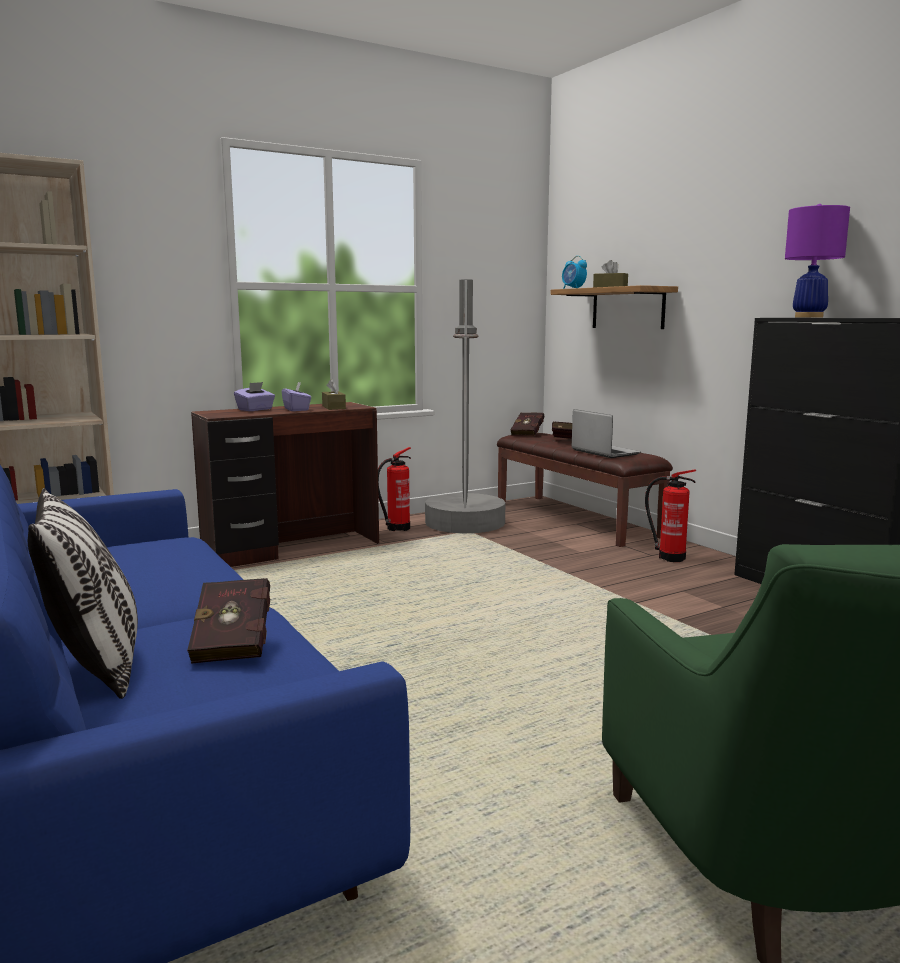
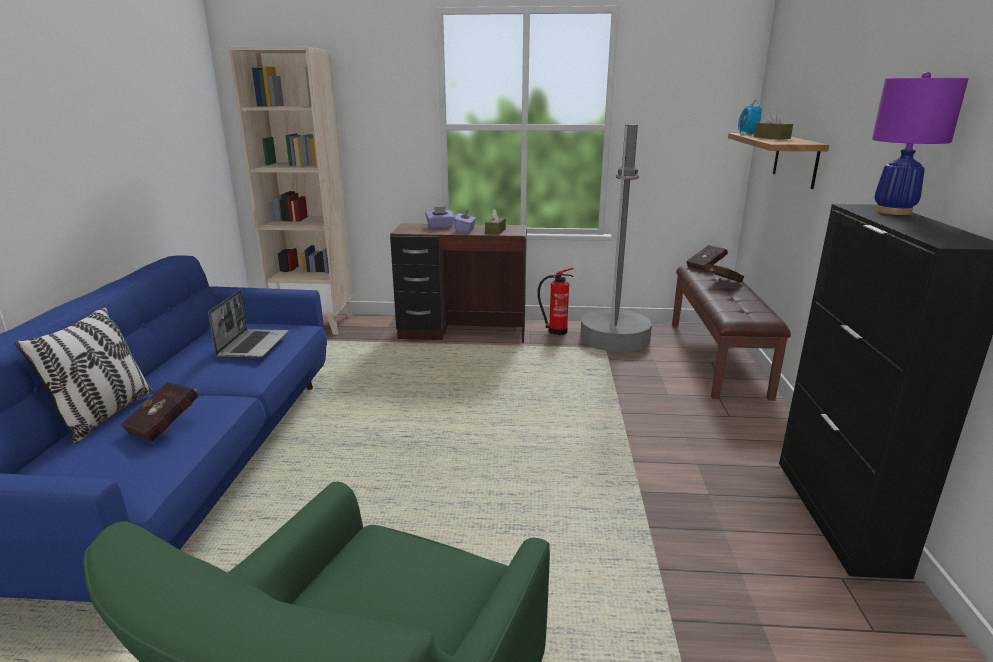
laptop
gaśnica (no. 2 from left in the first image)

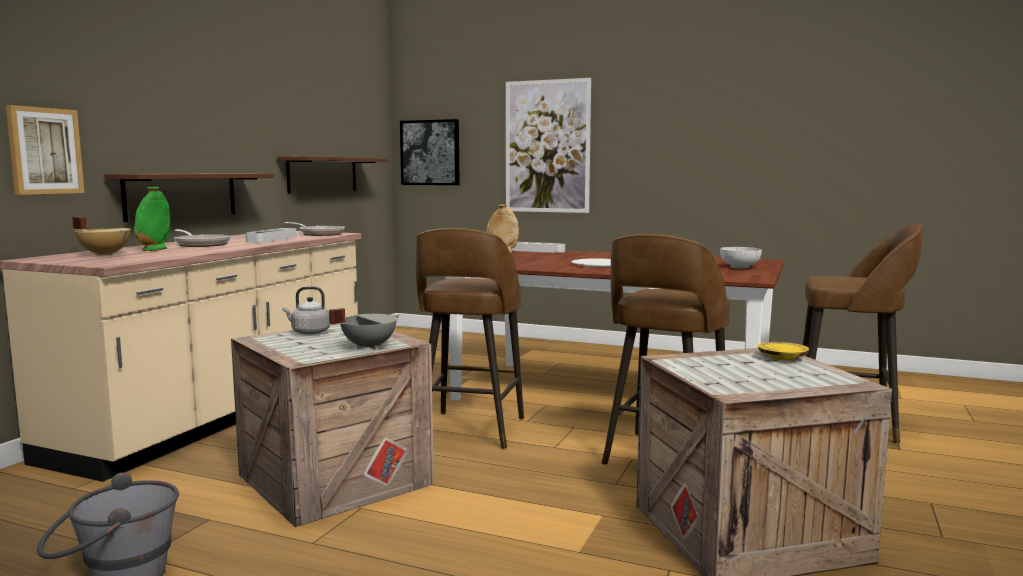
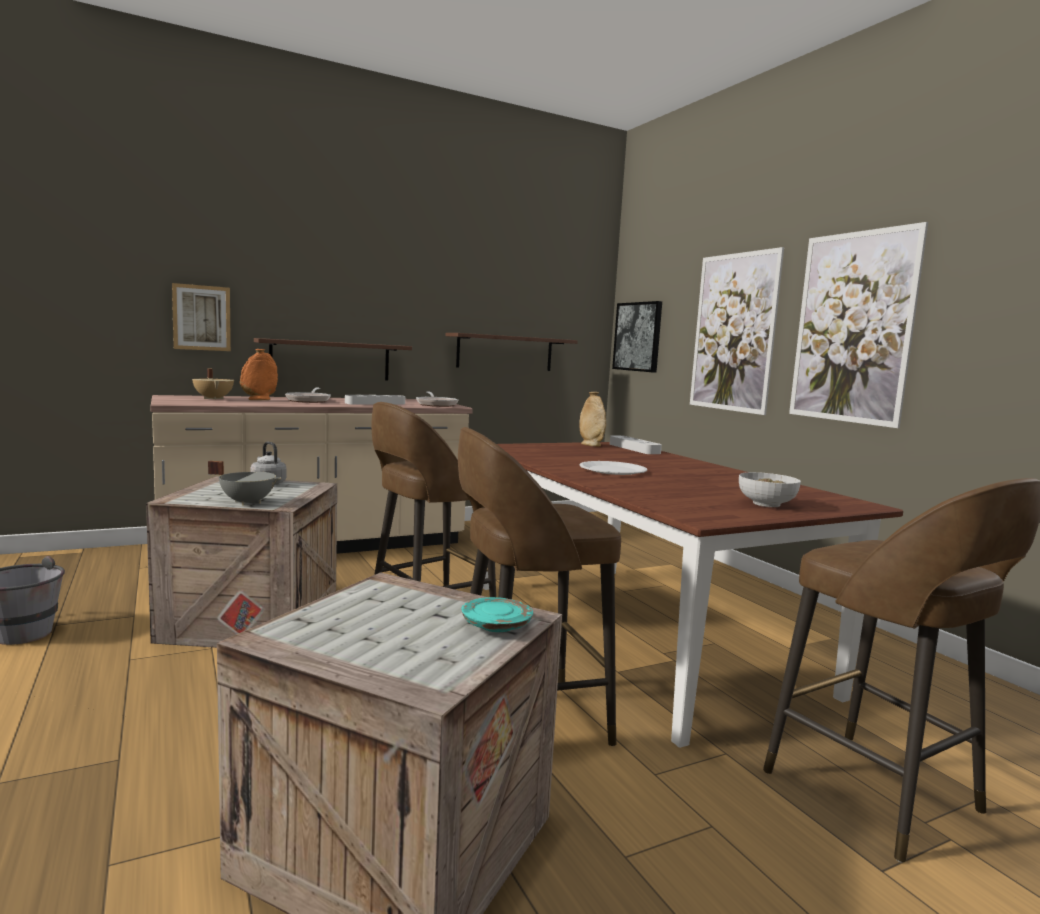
wazon (pomarańczowy)
talerz (turkusowy)
obraz (no. 4 from left)

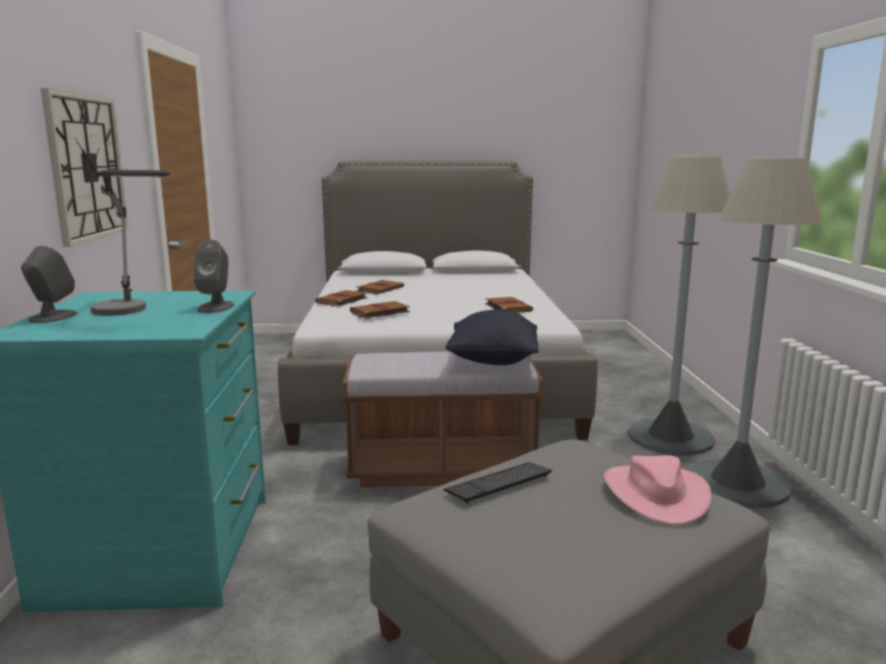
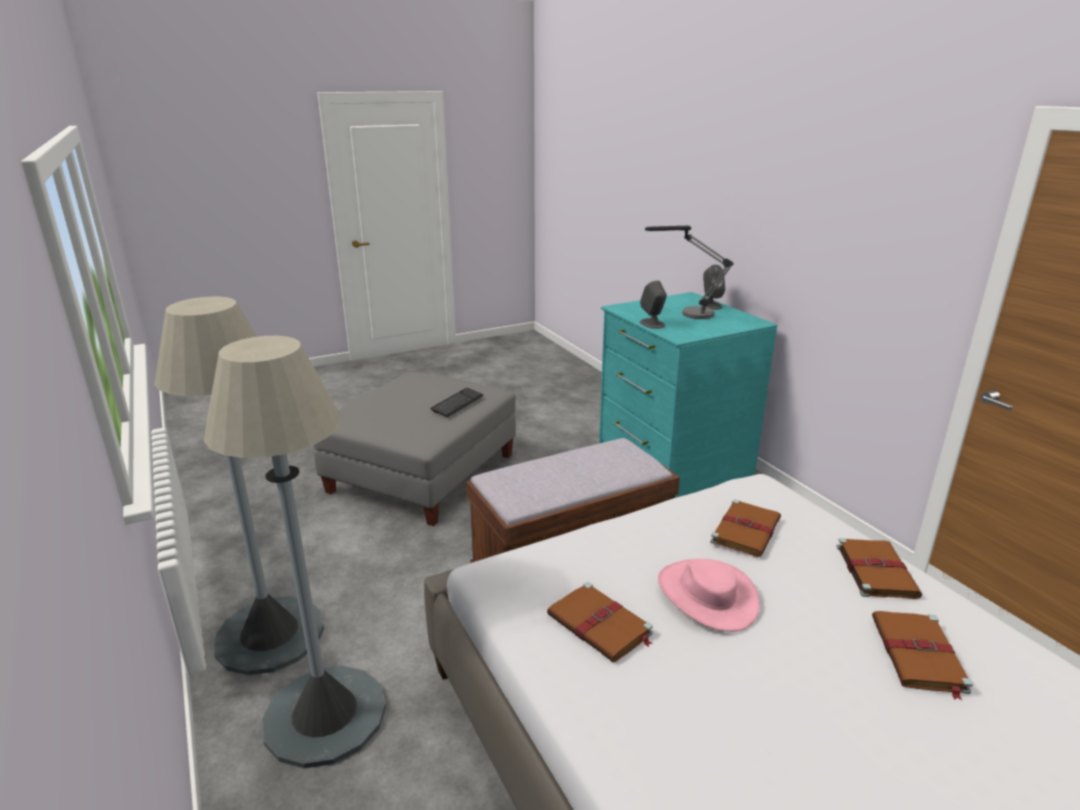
zegar ścienny
poduszka (czarny)
kapelusz (różowy)

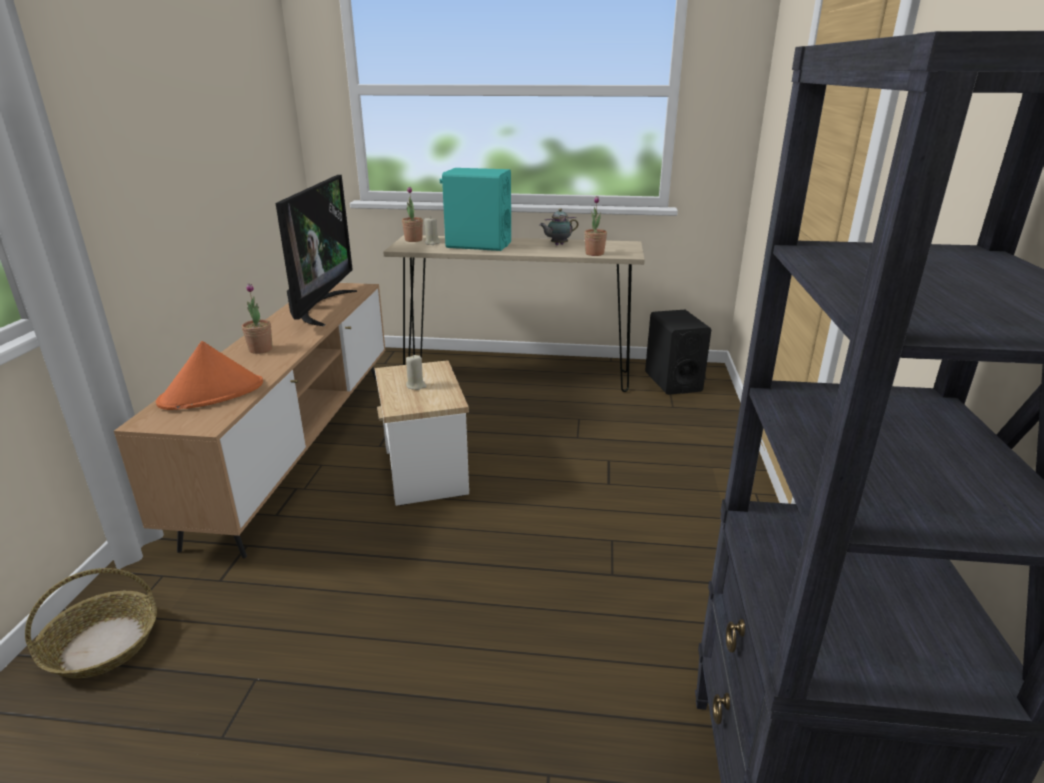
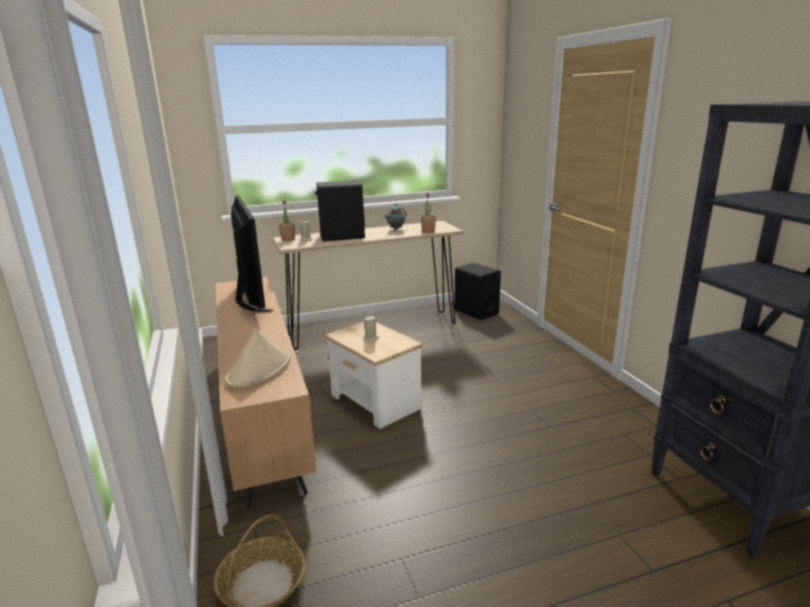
kapelusz (beżowy)
roślina doniczkowa (no. 1 from left in the first image)
głośnik (czarny) (no. 1 from left)

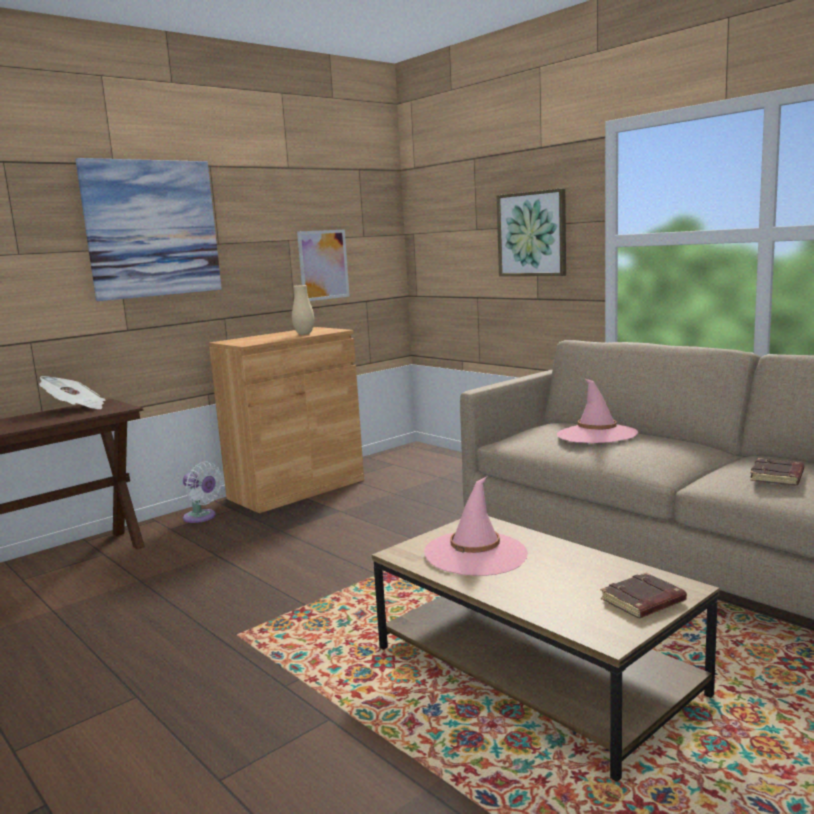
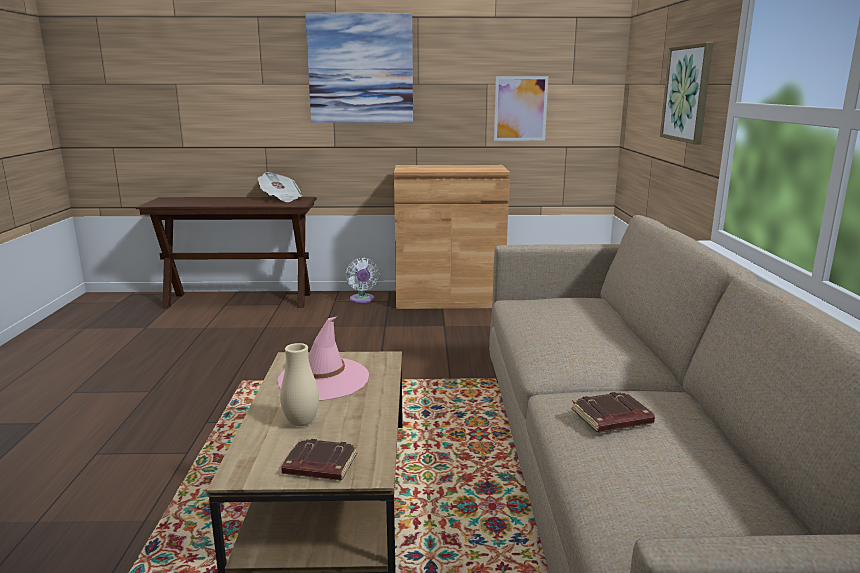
wazon (beżowy)
kapelusz (różowy) (no. 2 from left in the first image)

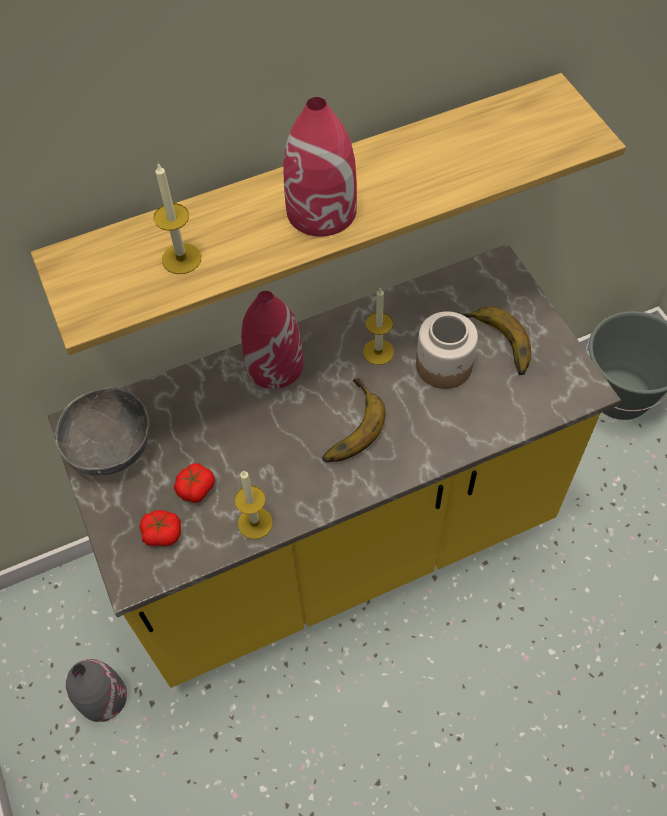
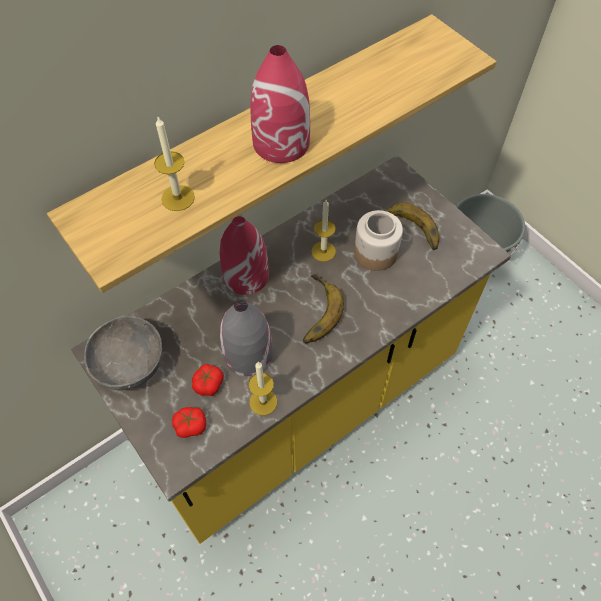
wazon (szary)

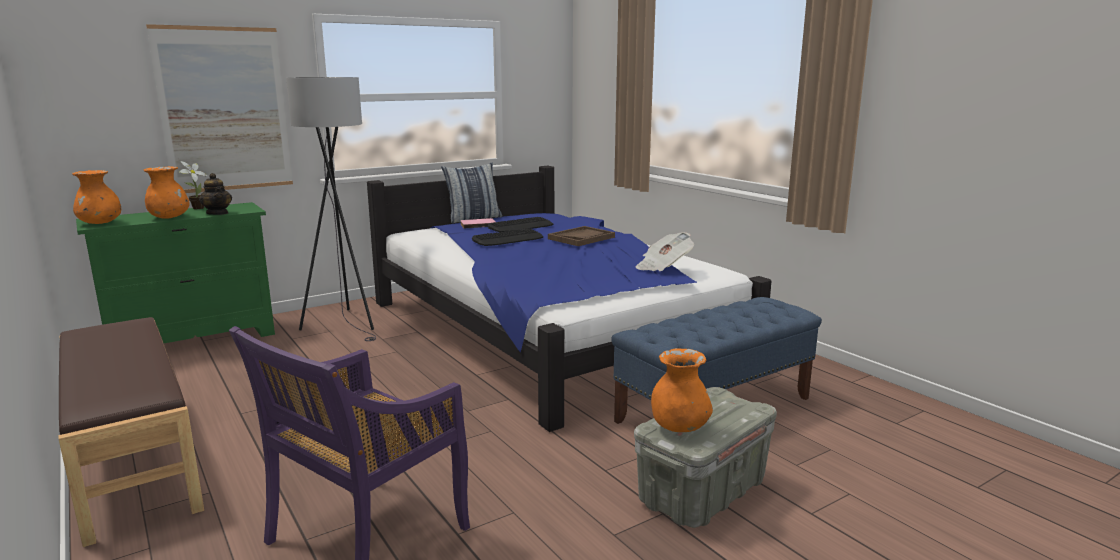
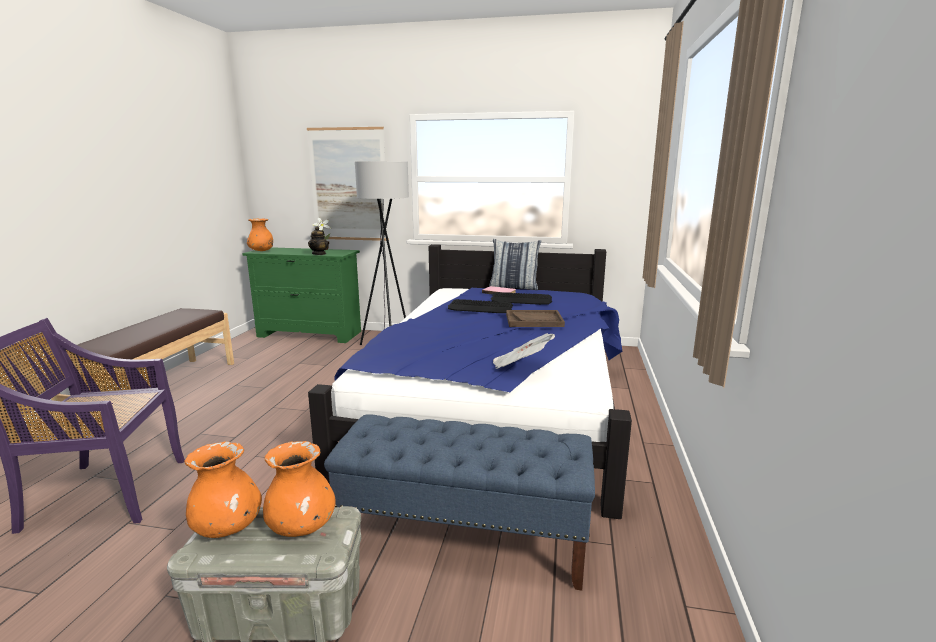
wazon (pomarańczowy) (no. 3 from left)

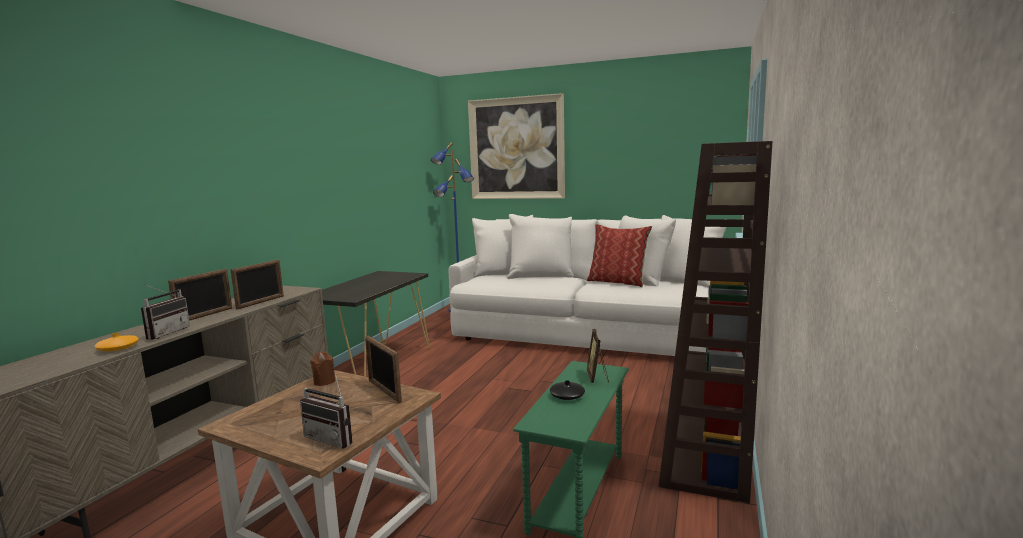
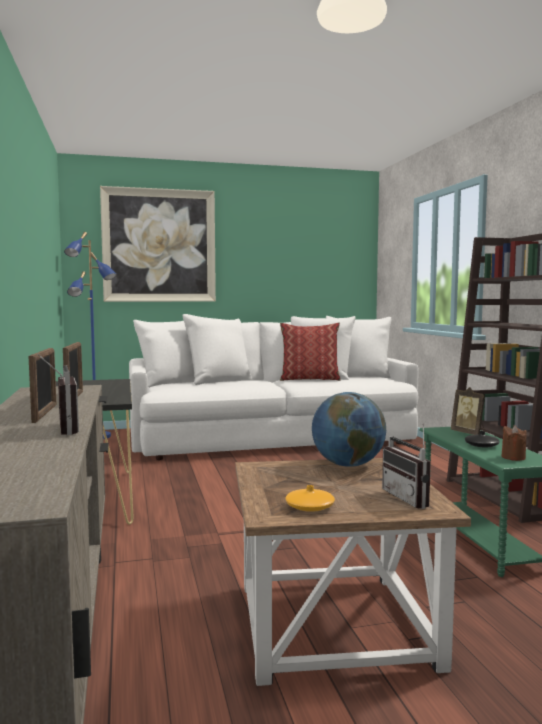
wazon (pomarańczowy)
radio (no. 2 from left)
świeca (brązowy)
globus

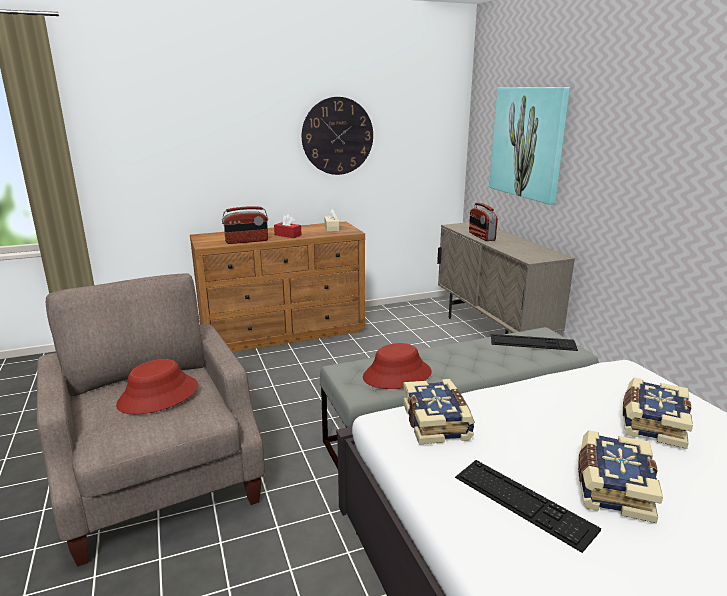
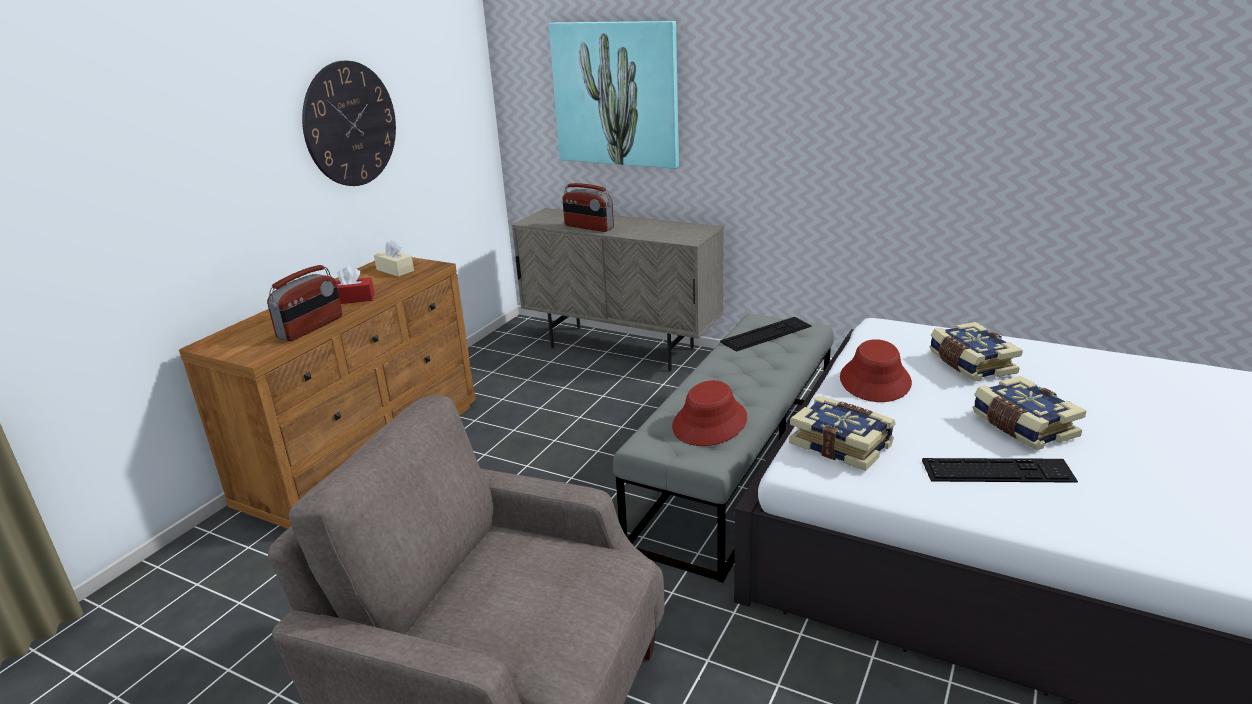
kapelusz (czerwony) (no. 2 from left)

